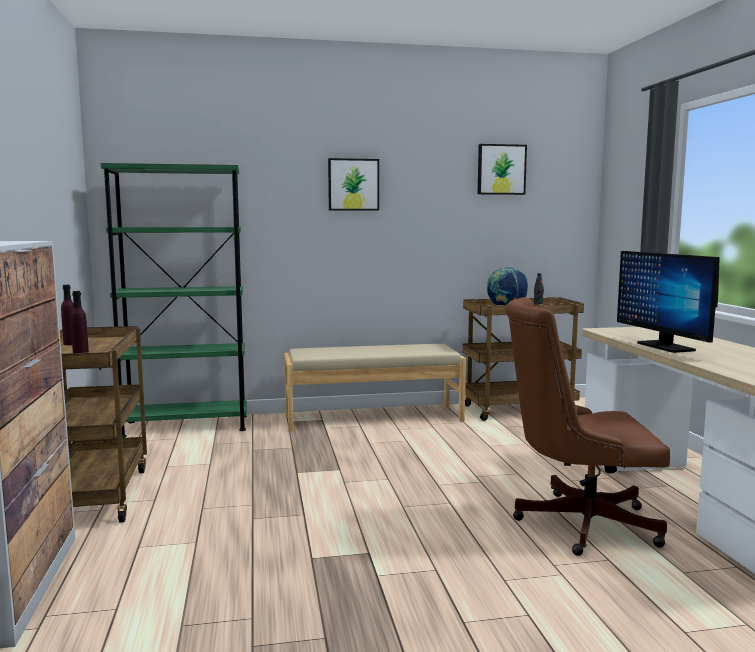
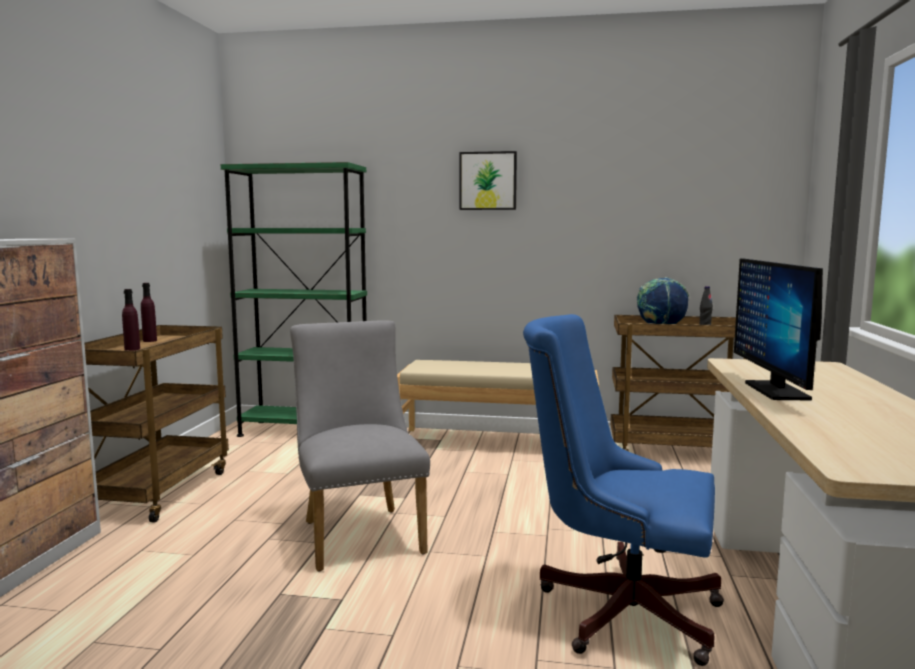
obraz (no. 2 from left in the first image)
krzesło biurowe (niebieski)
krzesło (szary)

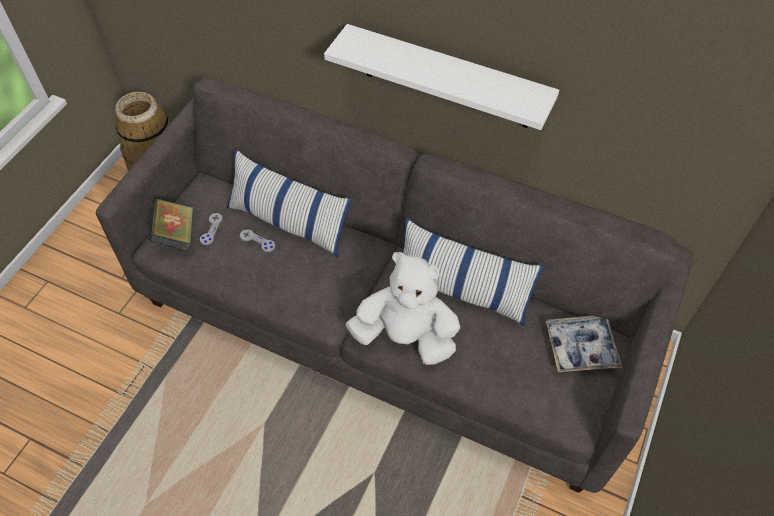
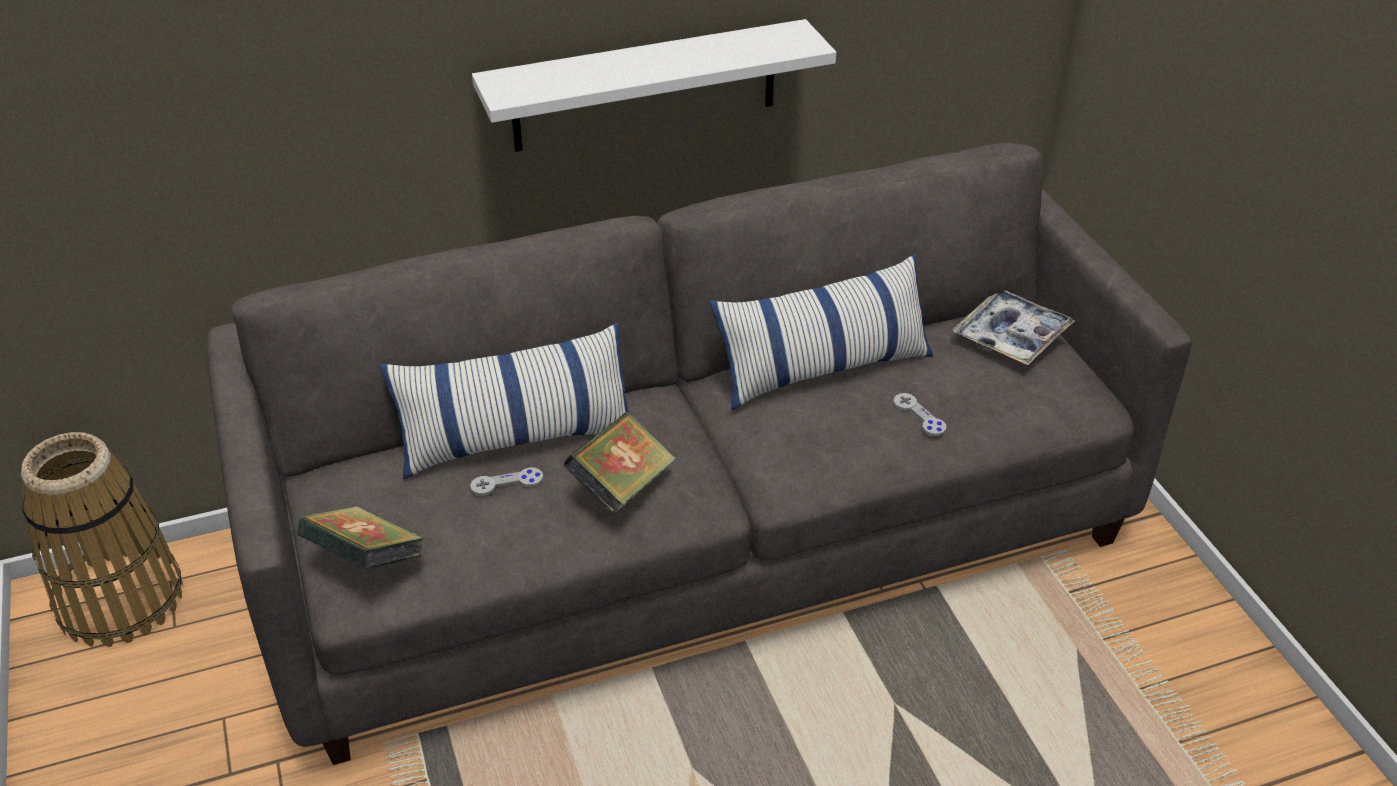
pad do gier (szary) (no. 2 from left)
pluszak (biały)
książka (no. 2 from left)

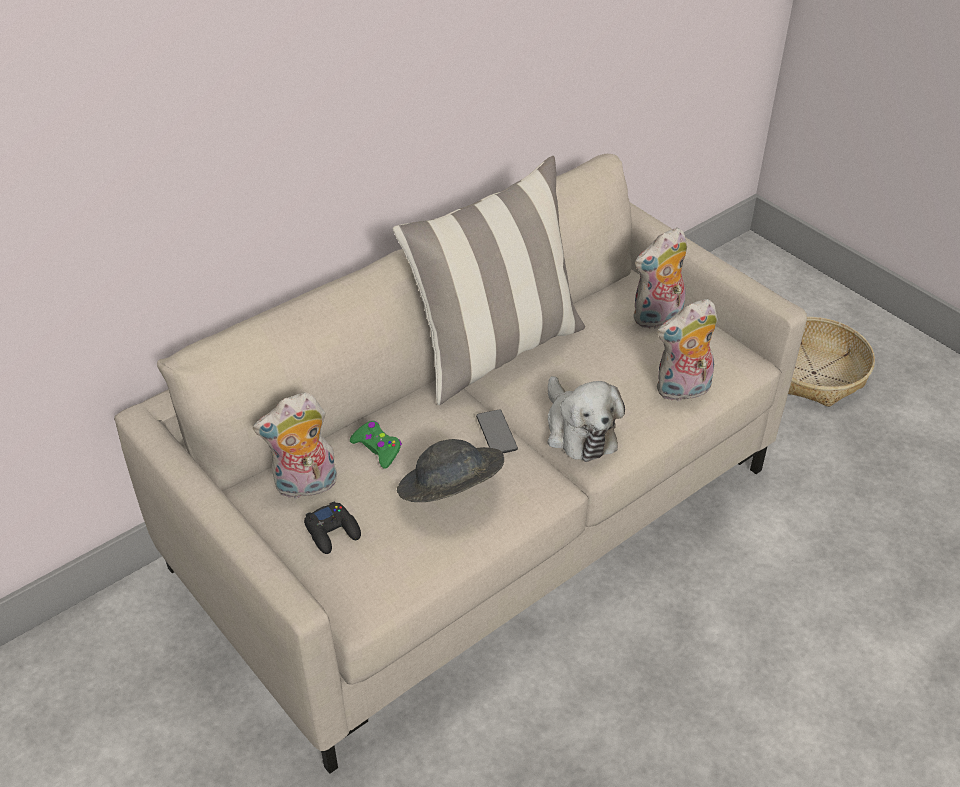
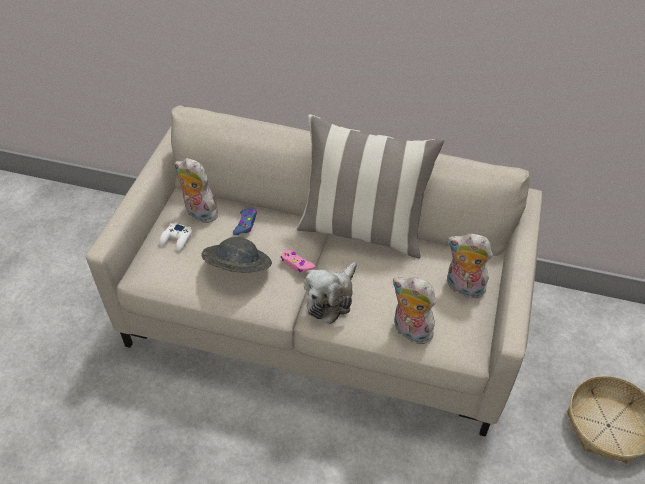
pad do gier (biały)
pad do gier (niebieski)
pad do gier (różowy)

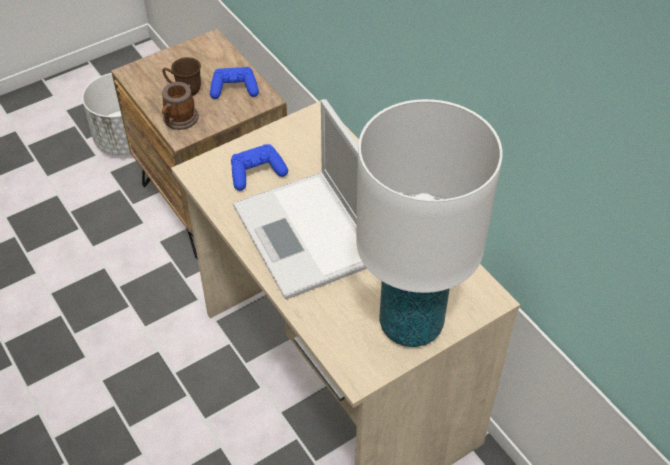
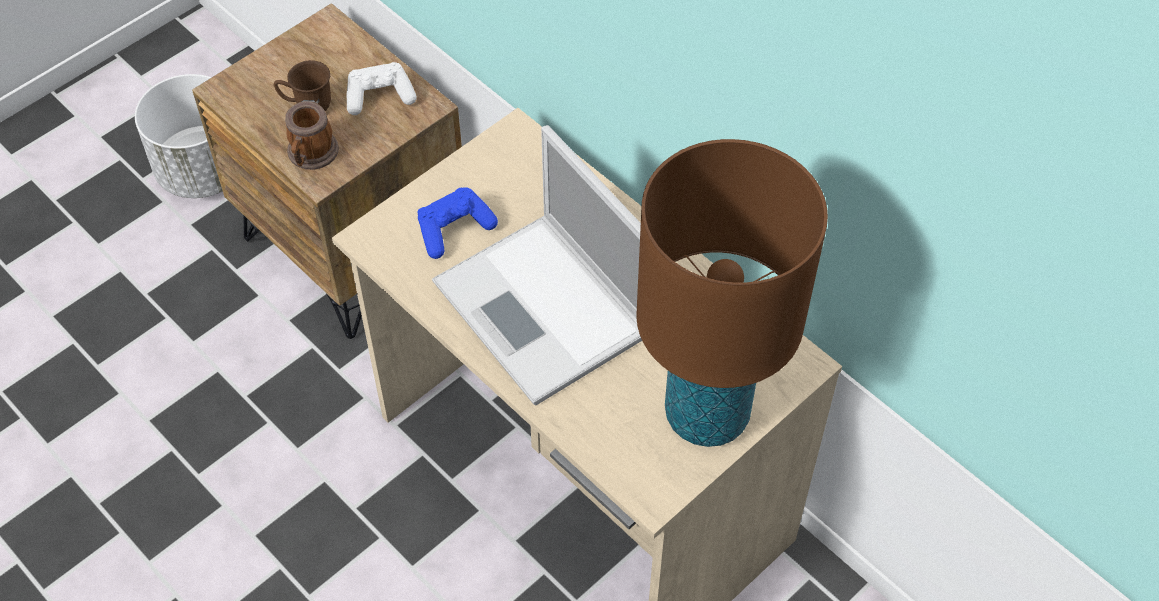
pad do gier (biały)
lampa stołowa (brązowy)

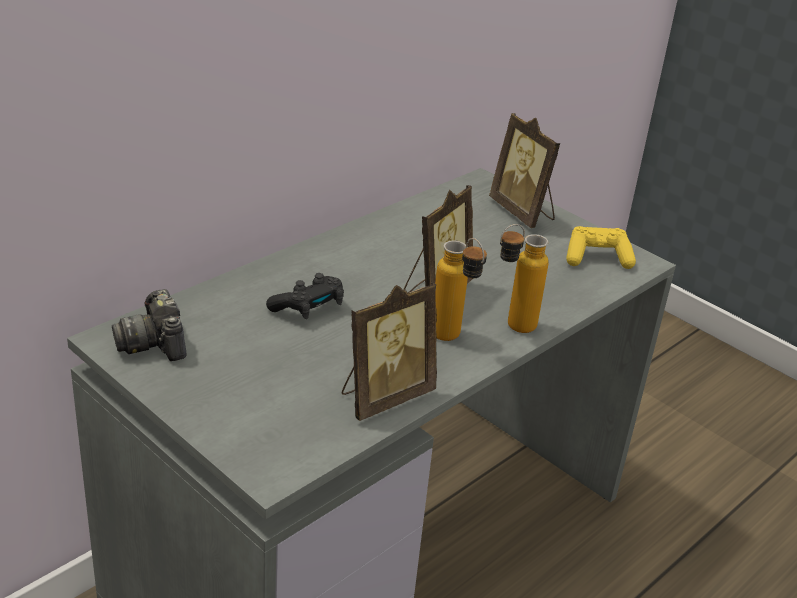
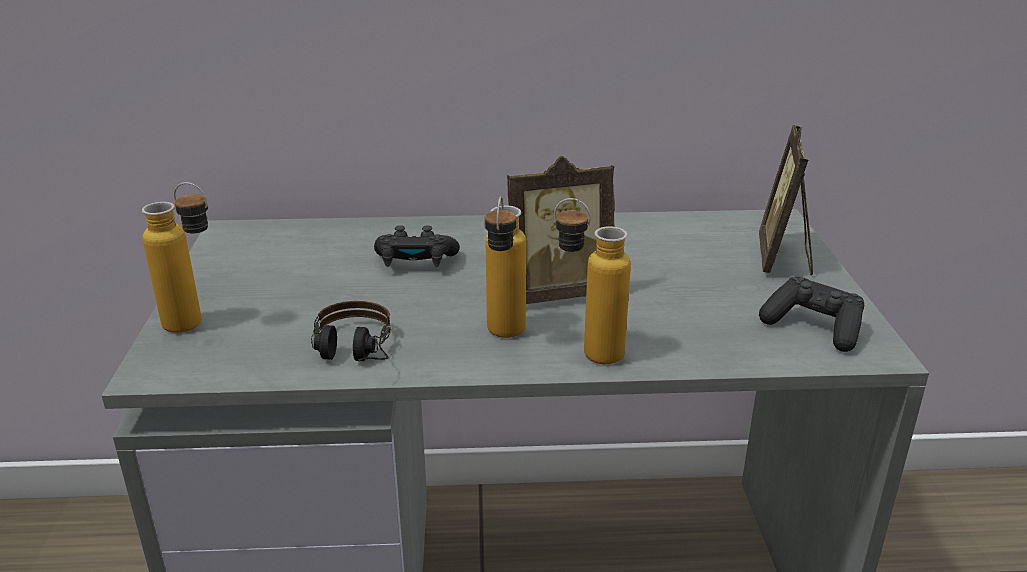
aparat fotograficzny
słuchawki
pad do gier (czarny) (no. 2 from left)
butelka (no. 1 from left)

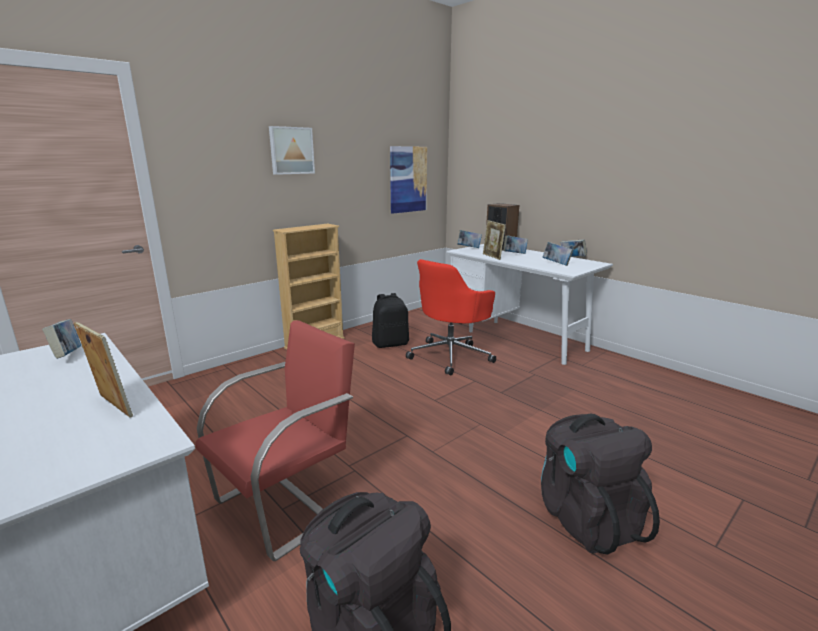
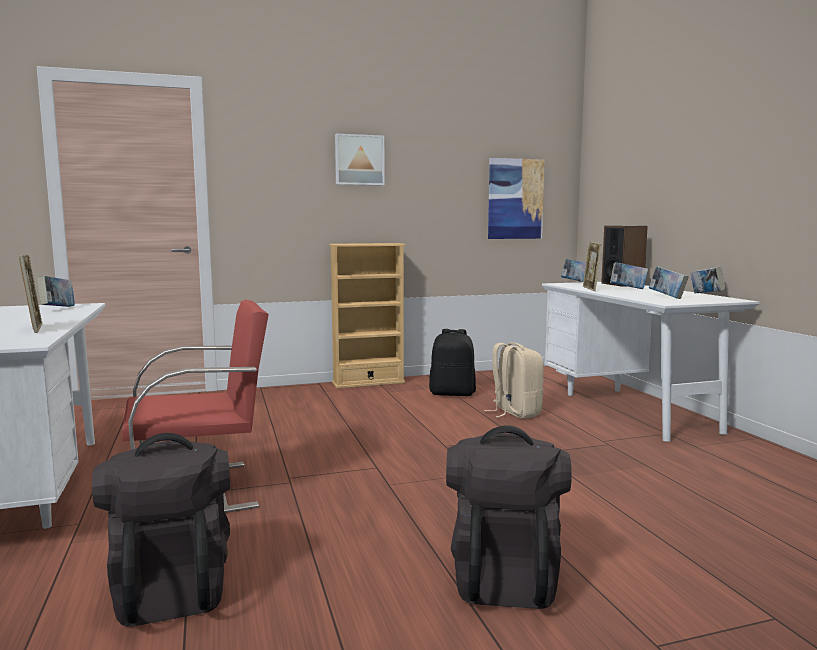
plecak (beżowy)

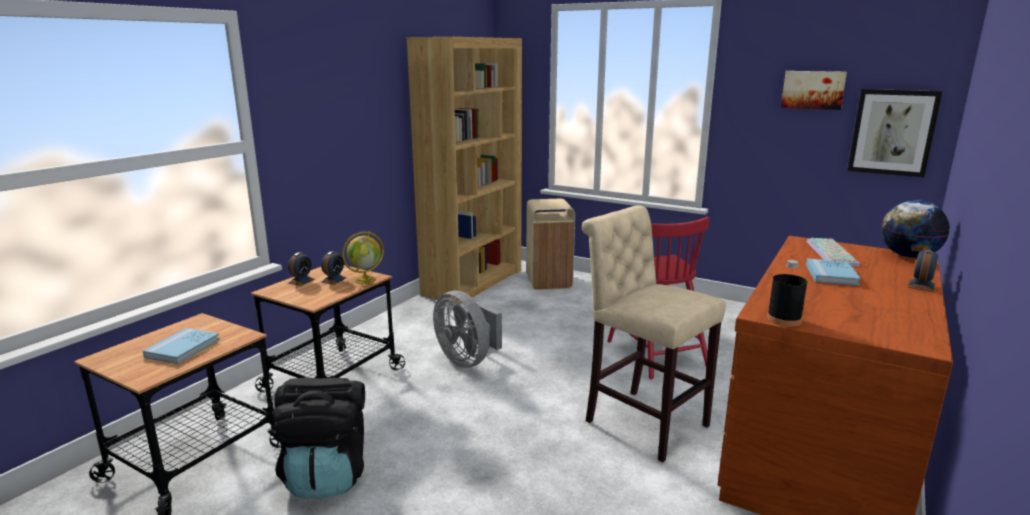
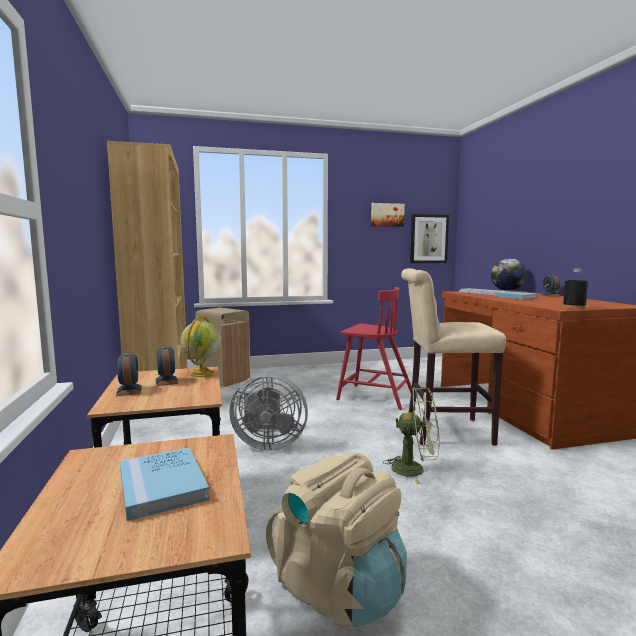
plecak (beżowy)
wentylator (zielony)

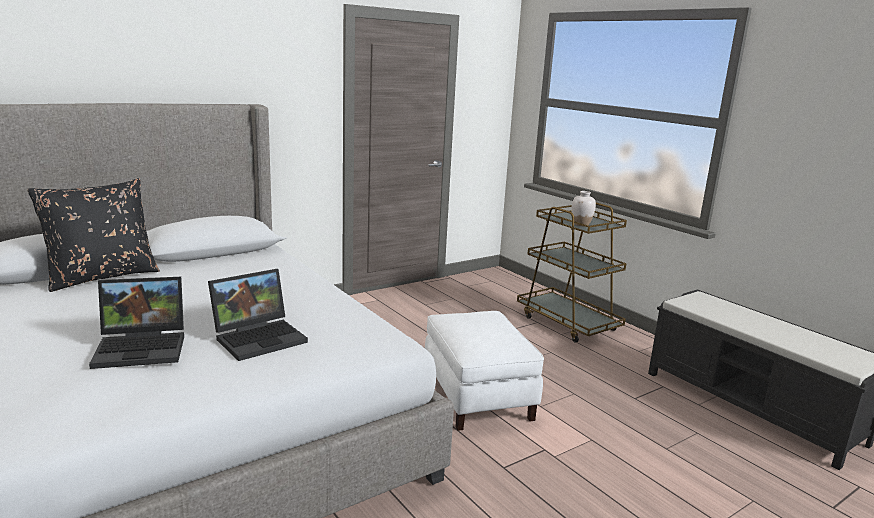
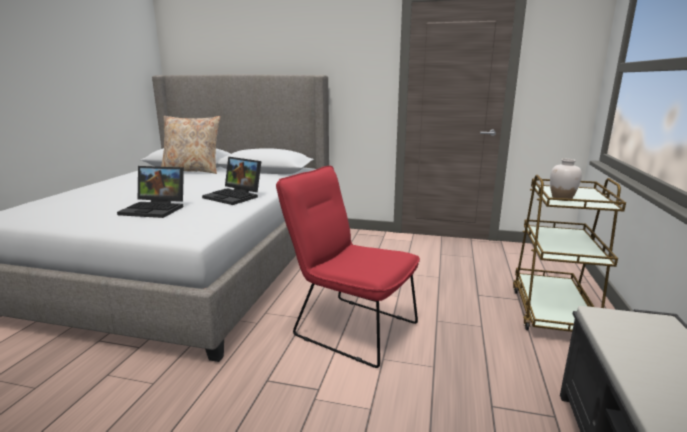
poduszka (beżowy)
laptop (no. 2 from left)
krzesło (czerwony)

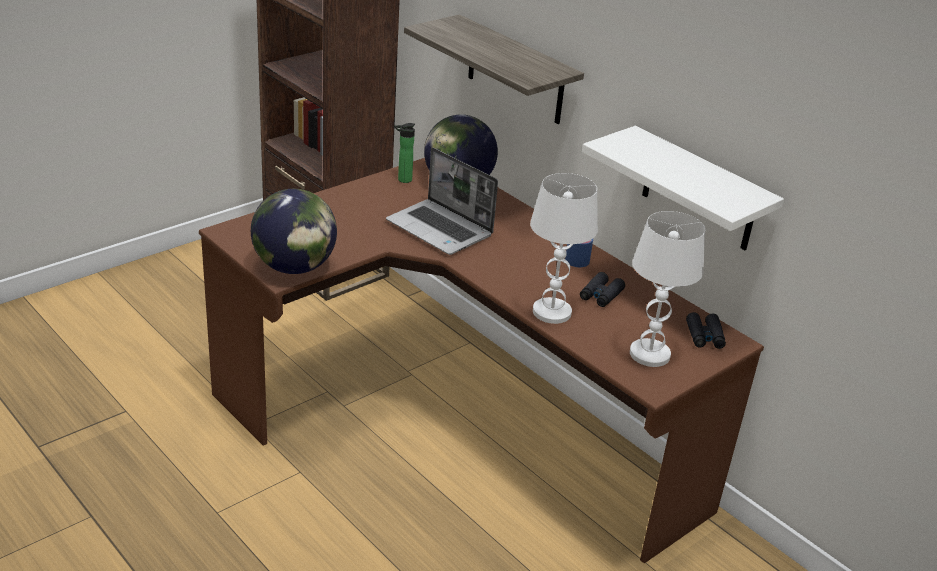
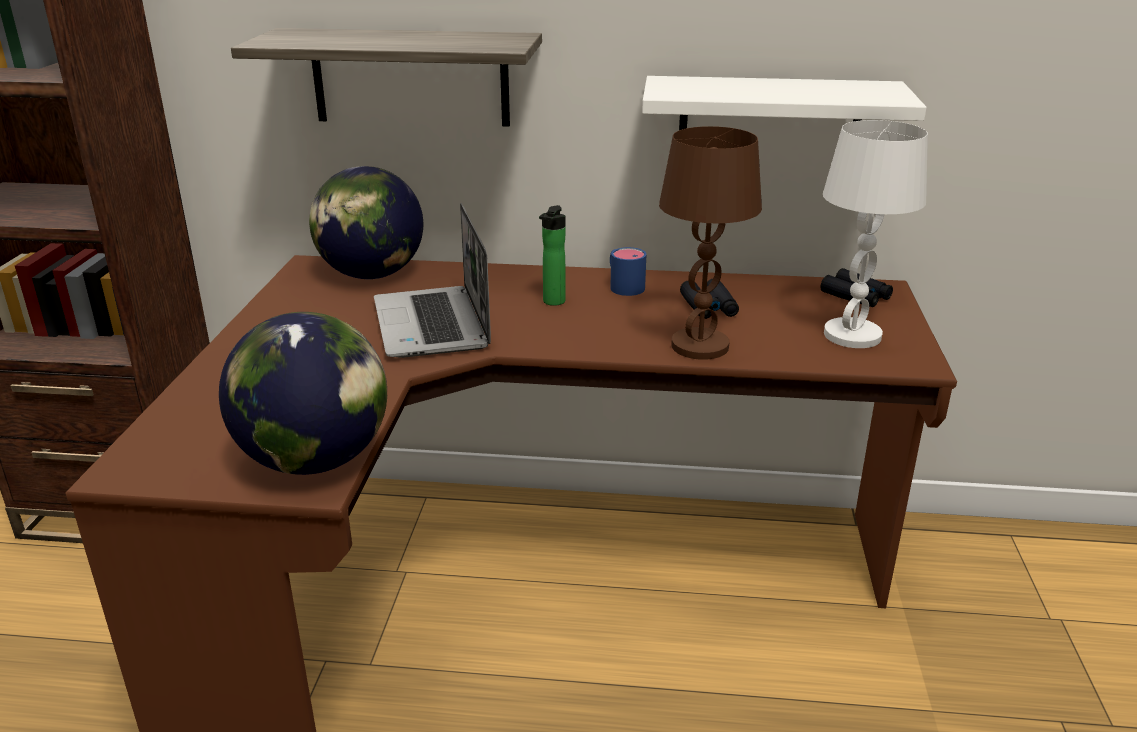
laptop
butelka
lampa stołowa (brązowy)

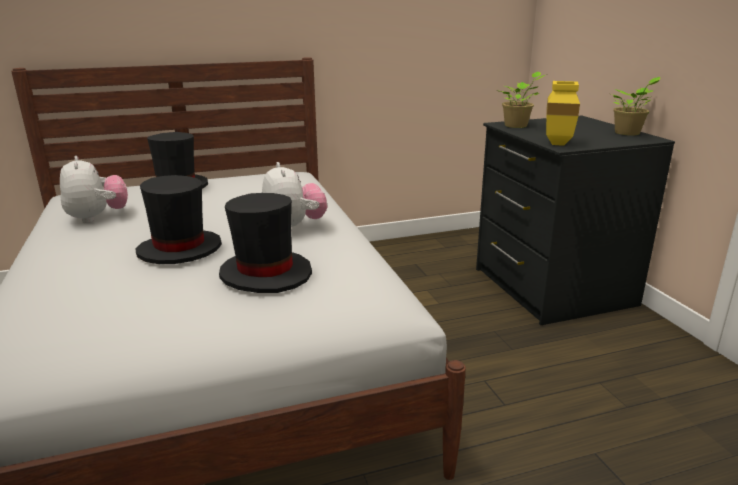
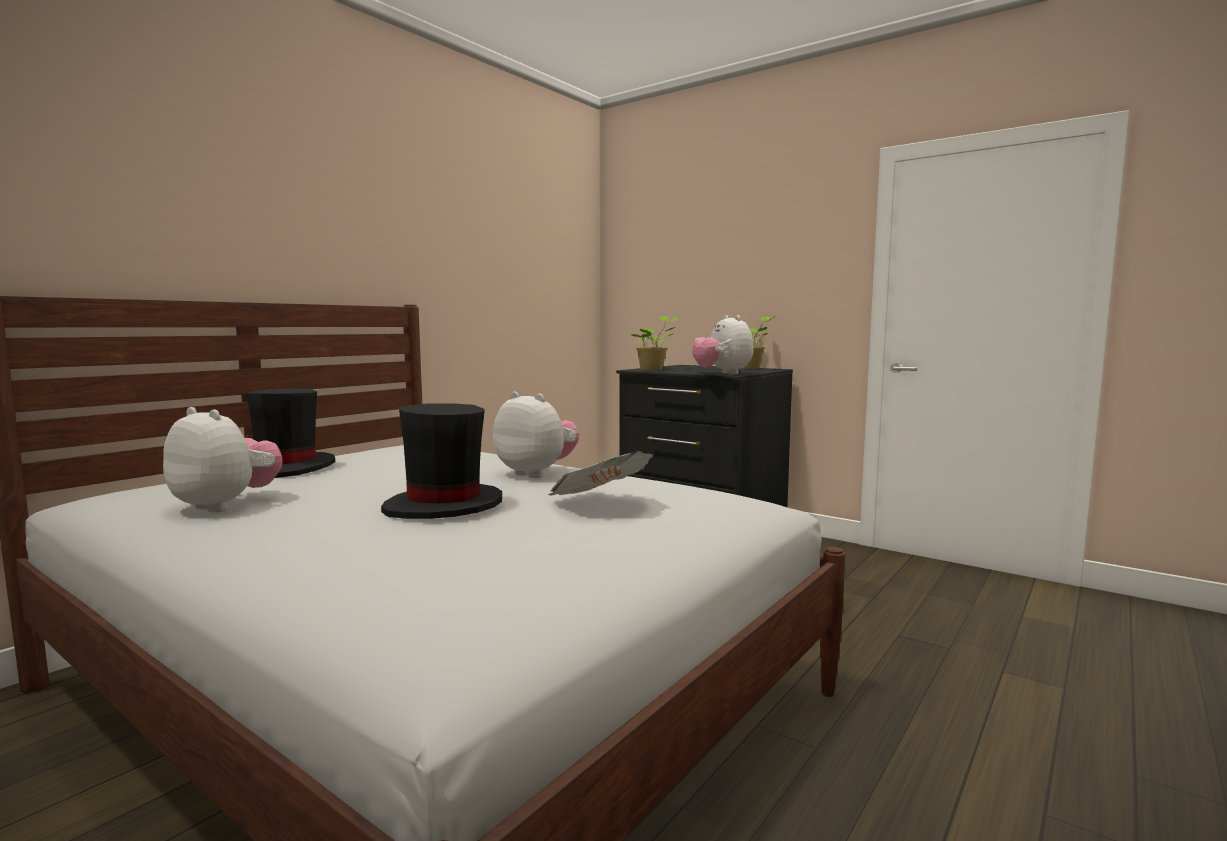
gazeta
pluszak (no. 3 from left)

